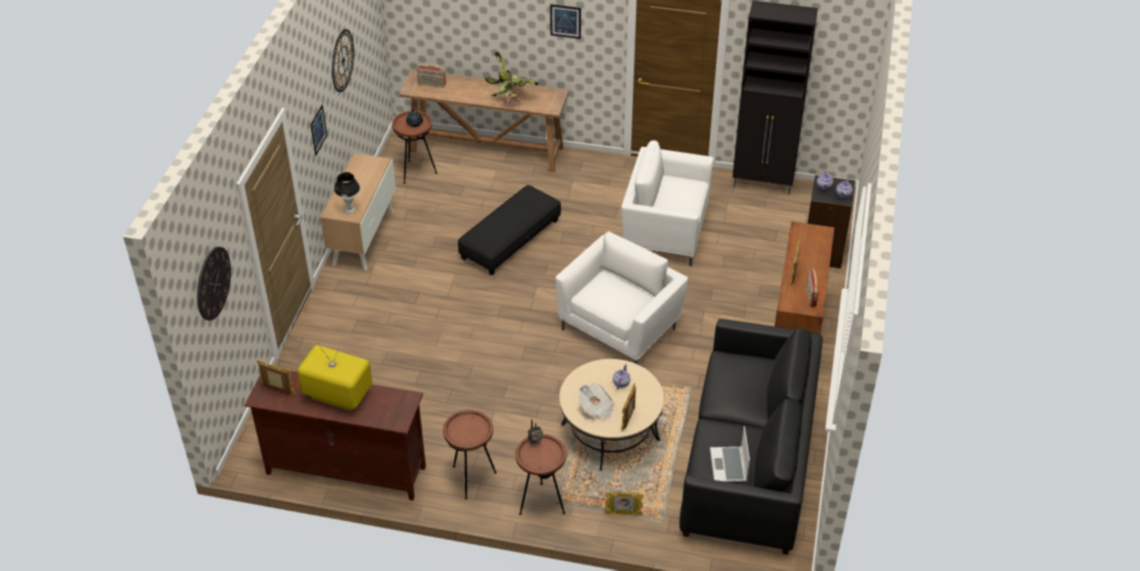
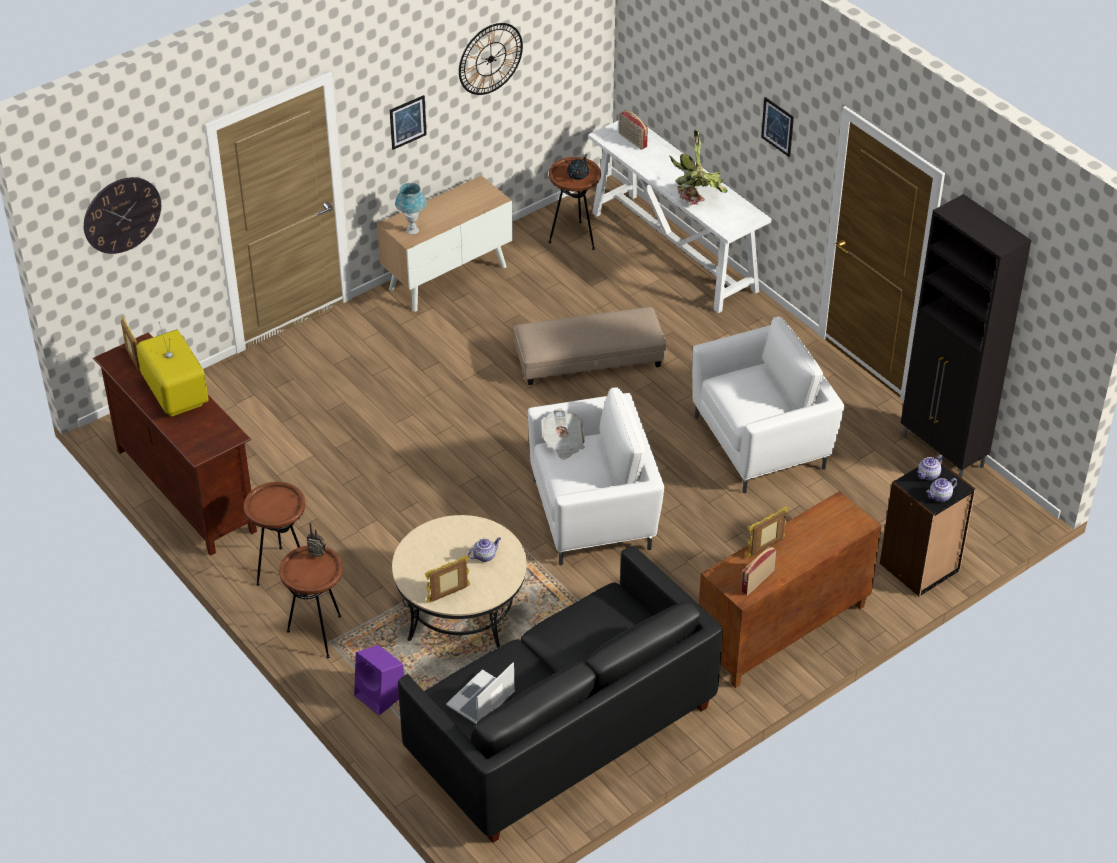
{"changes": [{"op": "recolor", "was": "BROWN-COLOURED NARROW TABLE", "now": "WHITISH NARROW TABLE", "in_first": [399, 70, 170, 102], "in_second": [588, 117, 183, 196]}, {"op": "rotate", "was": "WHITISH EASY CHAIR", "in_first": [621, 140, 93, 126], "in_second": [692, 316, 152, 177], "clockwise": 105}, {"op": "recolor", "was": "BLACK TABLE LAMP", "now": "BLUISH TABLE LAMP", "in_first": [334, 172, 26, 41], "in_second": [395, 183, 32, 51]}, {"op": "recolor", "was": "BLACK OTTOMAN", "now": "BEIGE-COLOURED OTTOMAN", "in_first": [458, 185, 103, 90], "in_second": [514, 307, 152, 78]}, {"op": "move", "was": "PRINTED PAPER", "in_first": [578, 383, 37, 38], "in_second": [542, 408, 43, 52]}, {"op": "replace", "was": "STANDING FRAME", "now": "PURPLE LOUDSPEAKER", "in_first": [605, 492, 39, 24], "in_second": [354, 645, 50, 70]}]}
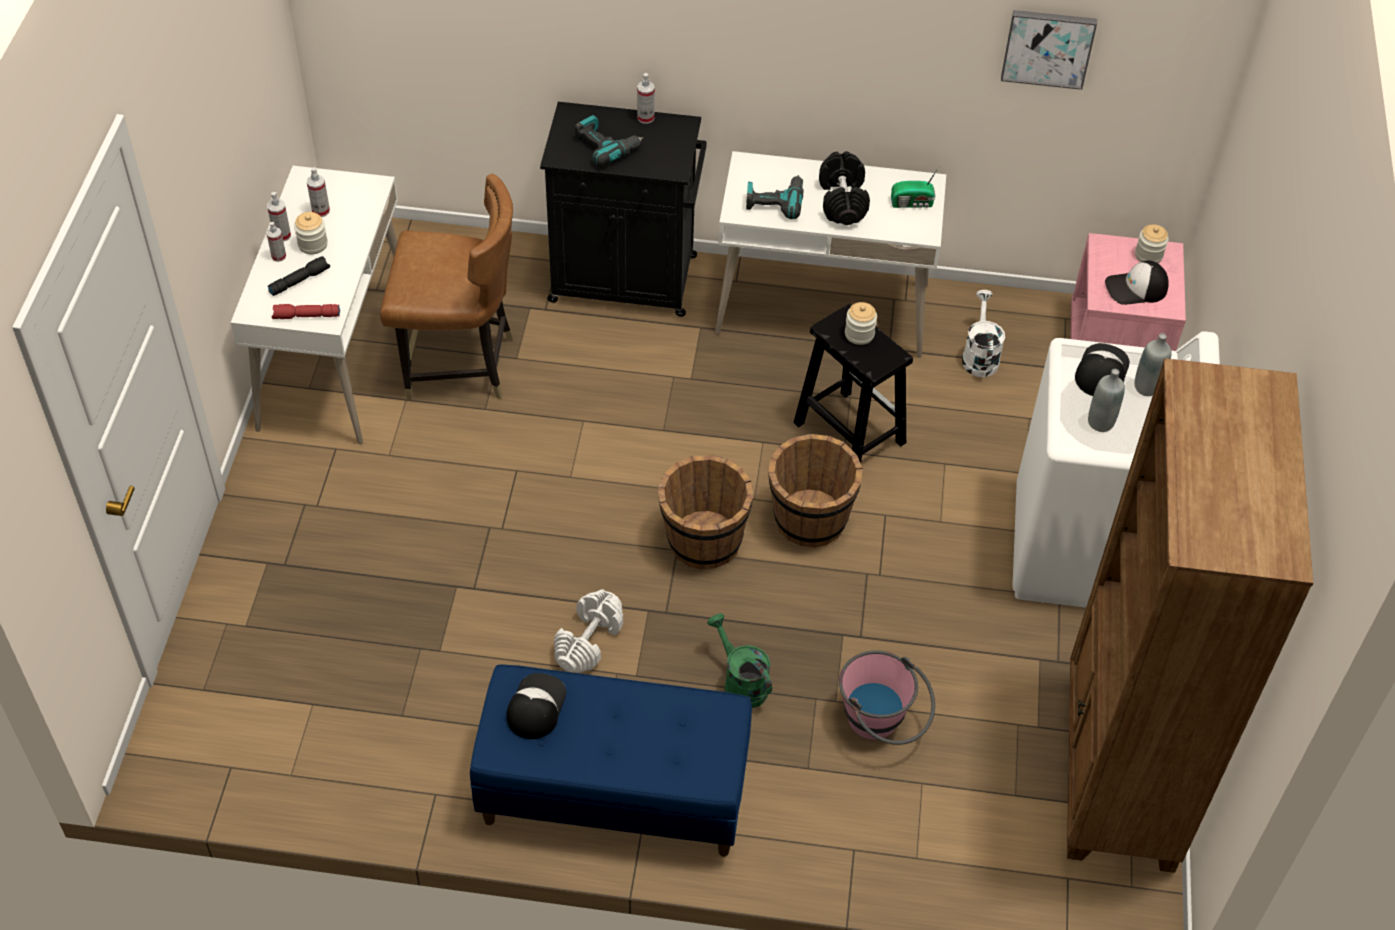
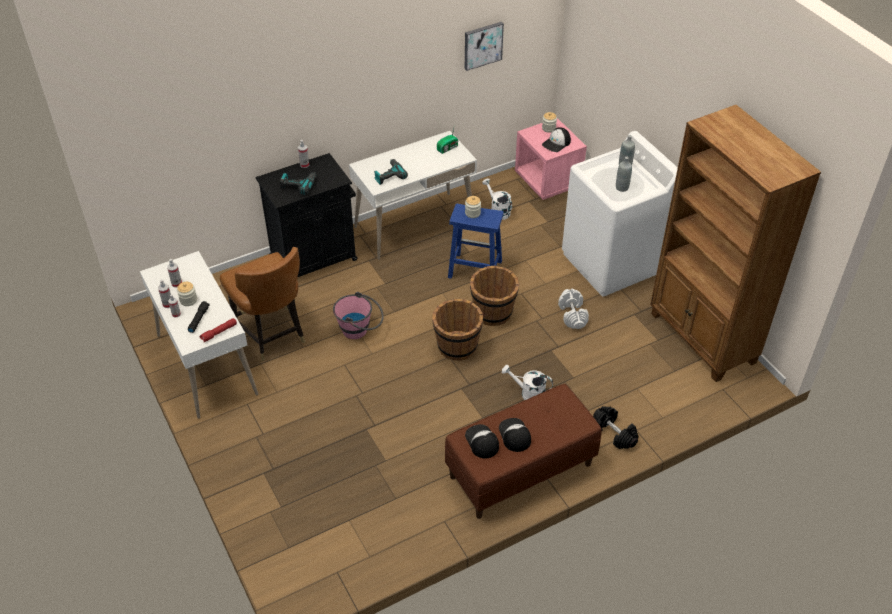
{"changes": [{"op": "move", "was": "BLACK FREE WEIGHT", "in_first": [819, 151, 51, 74], "in_second": [593, 406, 46, 43]}, {"op": "rotate", "was": "BROWN-COLOURED CHAIR", "in_first": [380, 174, 133, 226], "in_second": [220, 247, 85, 114], "clockwise": 90}, {"op": "recolor", "was": "BLACK STOOL", "now": "BLUISH STOOL", "in_first": [794, 304, 119, 159], "in_second": [448, 204, 56, 75]}, {"op": "move", "was": "PEAKED CAP", "in_first": [1075, 343, 55, 53], "in_second": [499, 418, 32, 34]}, {"op": "move", "was": "WHITISH FREE WEIGHT", "in_first": [554, 589, 69, 84], "in_second": [558, 289, 31, 40]}, {"op": "recolor", "was": "GREEN WATERING POT", "now": "WHITISH WATERING POT", "in_first": [707, 613, 65, 95], "in_second": [502, 365, 51, 35]}, {"op": "move", "was": "PINKISH WATER BUCKET", "in_first": [839, 650, 96, 95], "in_second": [333, 292, 51, 47]}, {"op": "recolor", "was": "BLUISH INDOOR BENCH", "now": "BROWN-COLOURED INDOOR BENCH", "in_first": [470, 664, 282, 193], "in_second": [445, 384, 157, 135]}]}
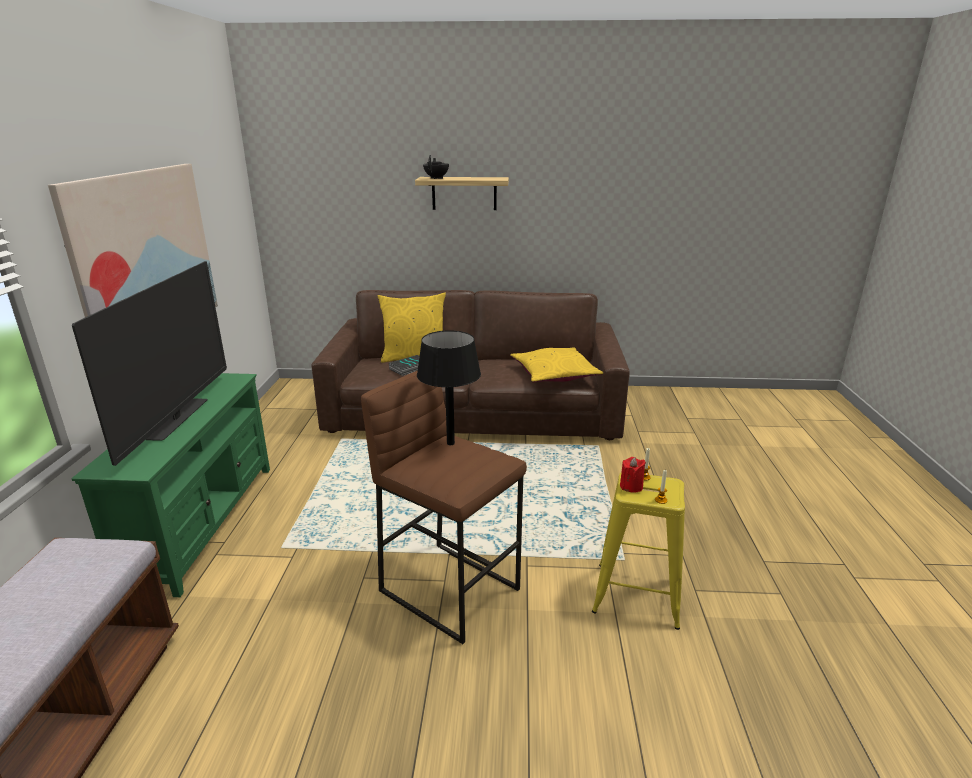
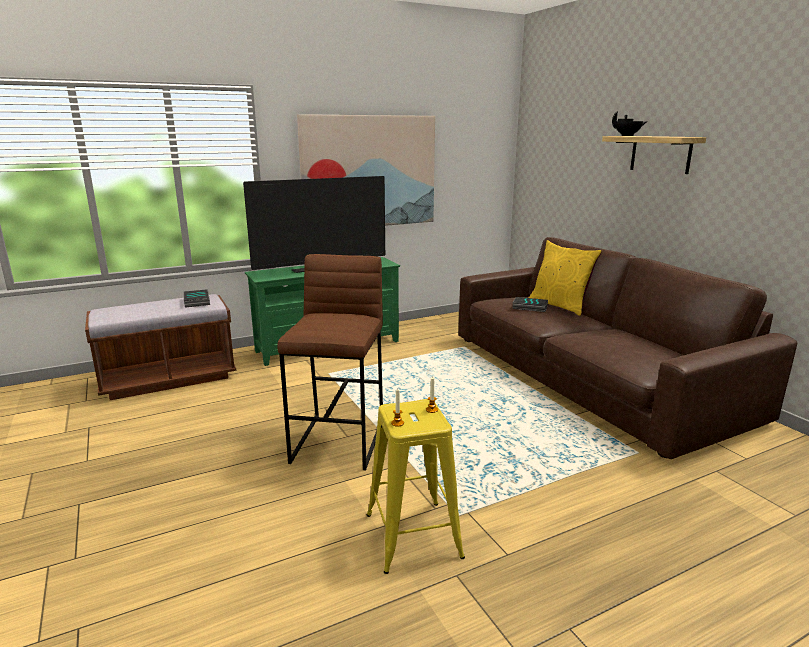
{"changes": [{"op": "delete", "was": "BLACK TABLE LAMP", "in_first": [417, 330, 64, 115]}, {"op": "delete", "was": "YELLOW CUSHION", "in_first": [510, 347, 93, 36]}, {"op": "delete", "was": "RED CANDLE", "in_first": [620, 457, 26, 36]}, {"op": "insert", "now": "BOOK", "in_second": [184, 289, 26, 19]}]}
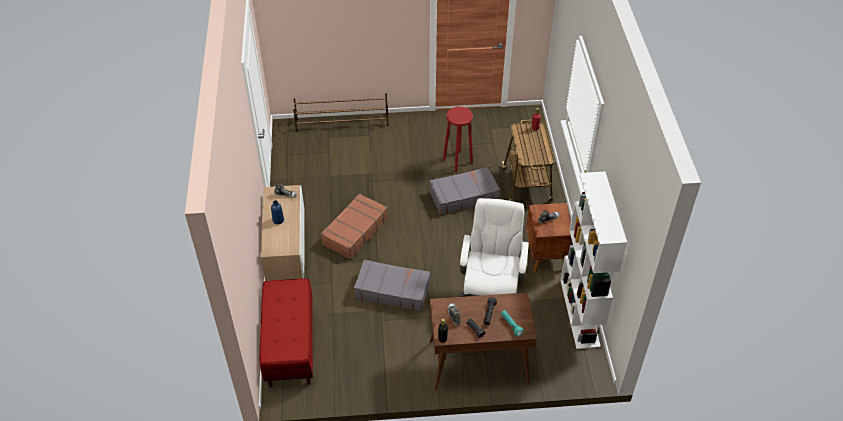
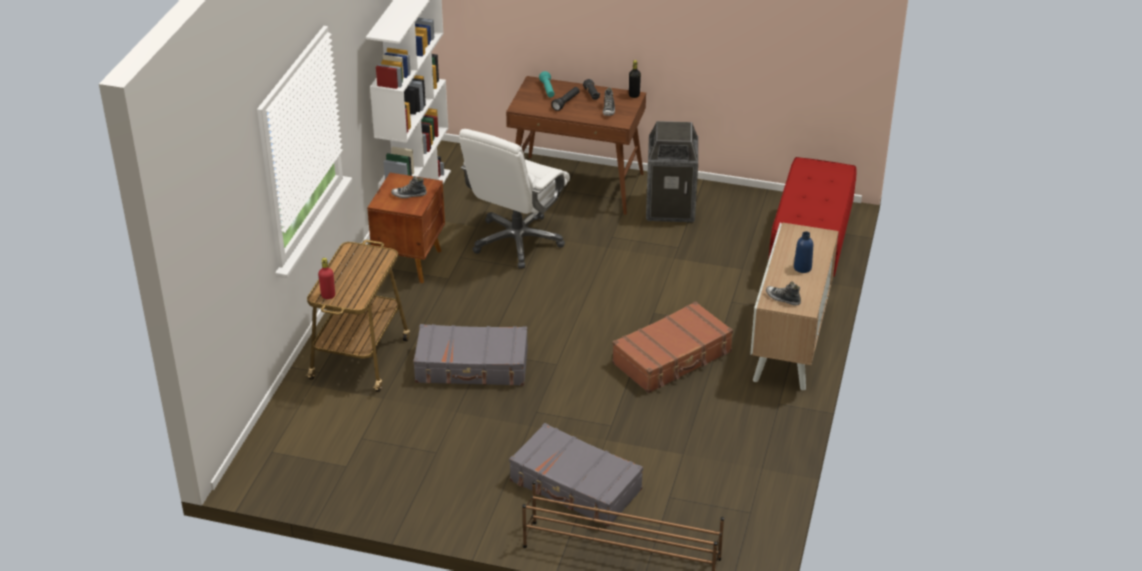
{"changes": [{"op": "delete", "was": "RED STOOL", "in_first": [443, 107, 30, 65]}, {"op": "move", "was": "GREYISH SUITCASE", "in_first": [354, 260, 76, 51], "in_second": [509, 423, 134, 104]}, {"op": "insert", "now": "TRASH CAN", "in_second": [646, 121, 52, 101]}]}
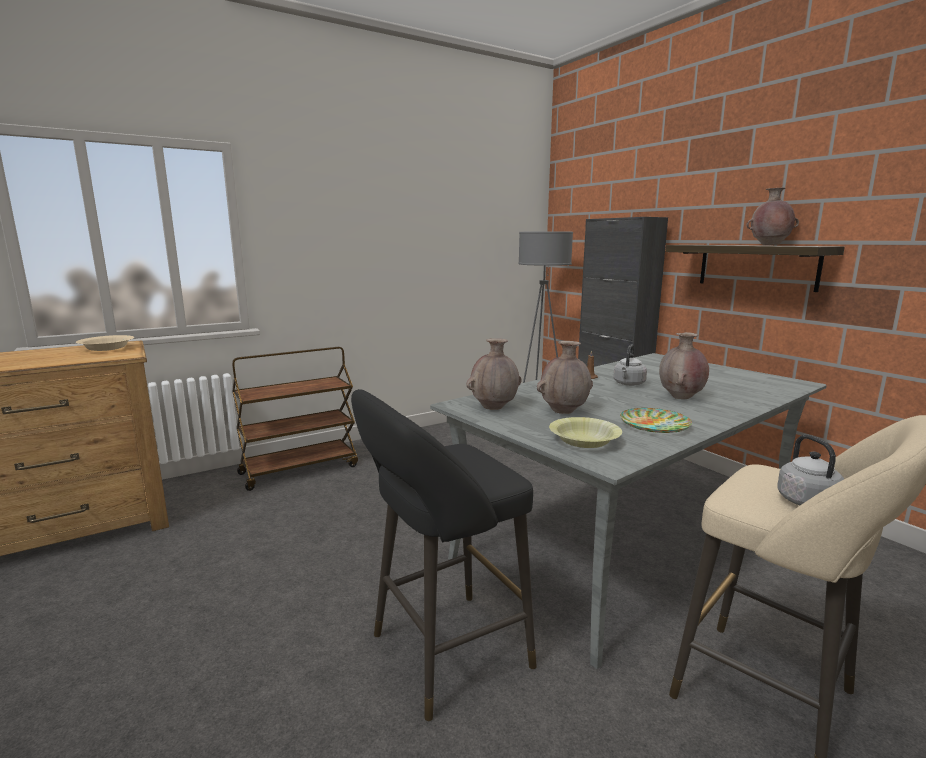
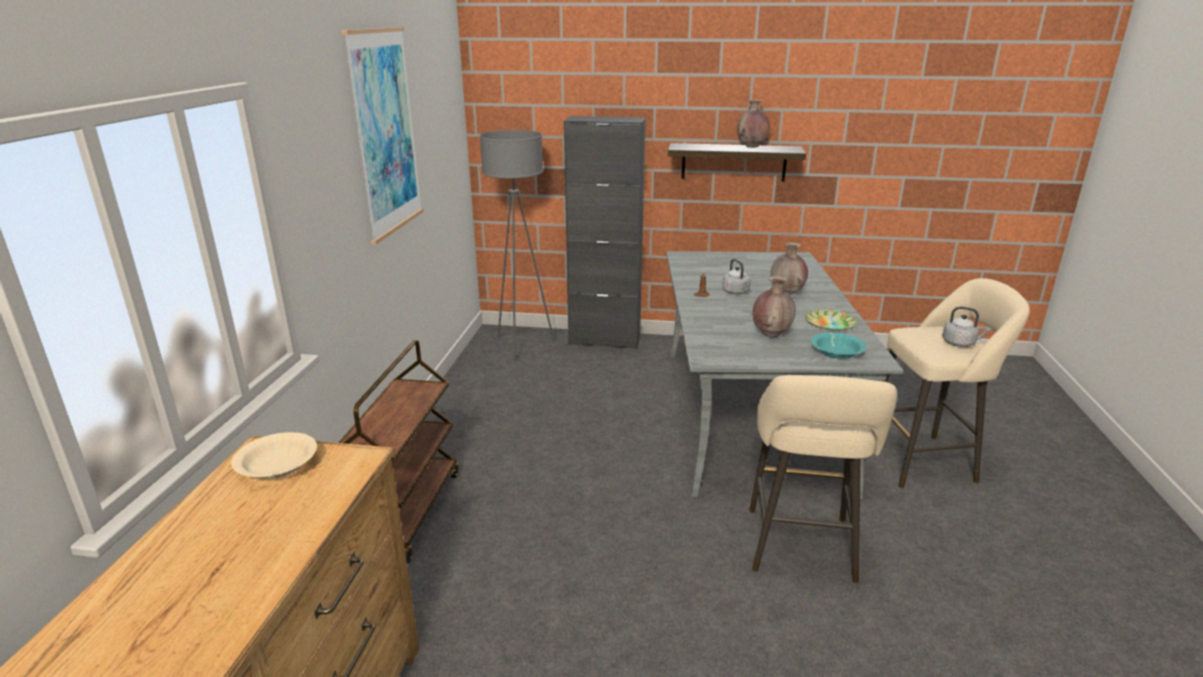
{"changes": [{"op": "delete", "was": "BROWN-COLOURED VASE", "in_first": [466, 338, 56, 72]}, {"op": "recolor", "was": "BLACK STOOL", "now": "BEIGE-COLOURED STOOL", "in_first": [351, 389, 186, 332], "in_second": [749, 375, 148, 208]}, {"op": "recolor", "was": "YELLOW SERVING BOWL", "now": "TURQUOISE SERVING BOWL", "in_first": [549, 417, 73, 31], "in_second": [811, 333, 56, 26]}, {"op": "insert", "now": "WALL PICTURE", "in_second": [341, 27, 83, 218]}]}
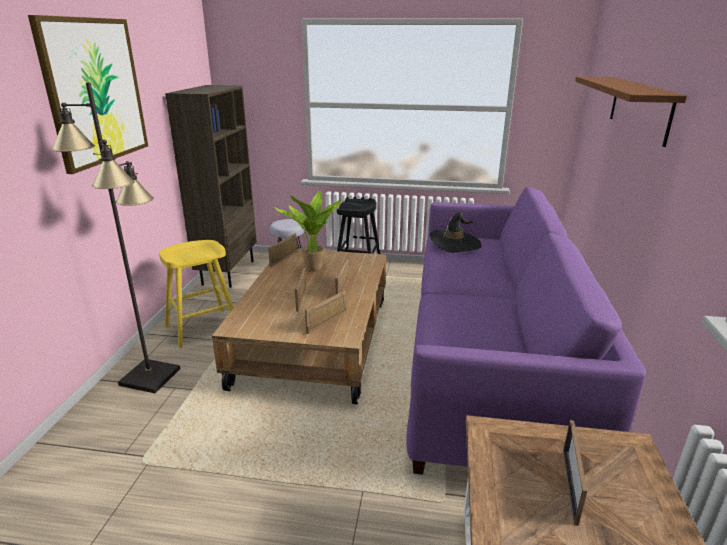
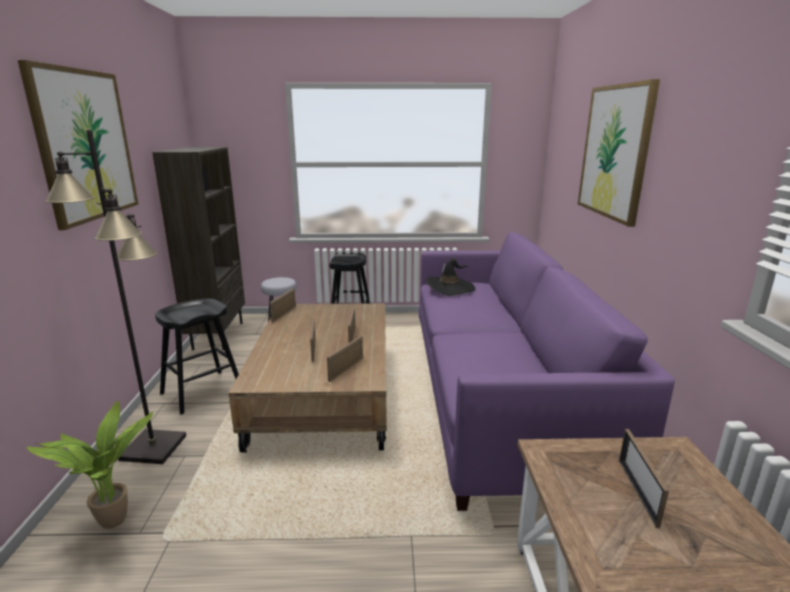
{"changes": [{"op": "replace", "was": "BROWN-COLOURED WALL SHELF", "now": "WALL PICTURE", "in_first": [575, 77, 112, 70], "in_second": [578, 79, 82, 148]}, {"op": "move", "was": "PLANT IN A POT", "in_first": [275, 190, 66, 81], "in_second": [27, 401, 126, 128]}, {"op": "recolor", "was": "YELLOW STOOL", "now": "BLACK STOOL", "in_first": [159, 240, 75, 108], "in_second": [155, 299, 84, 116]}]}
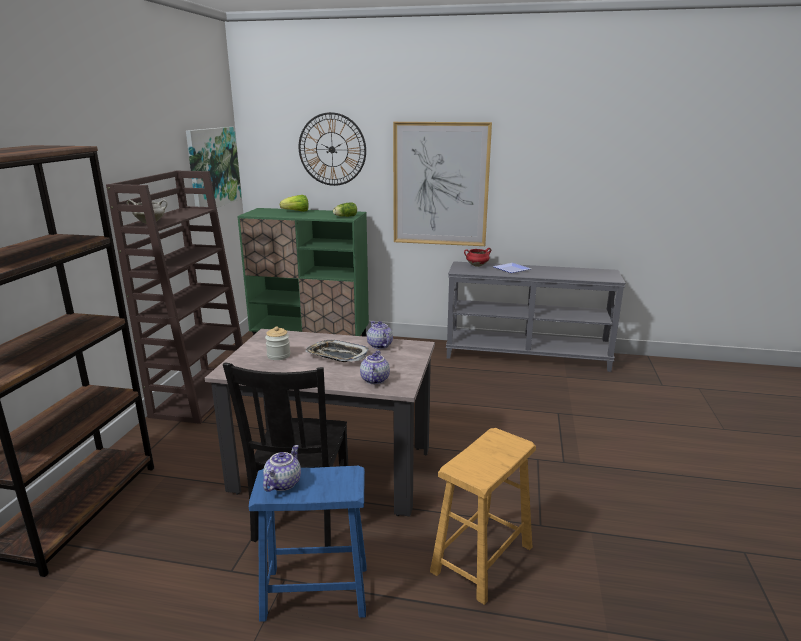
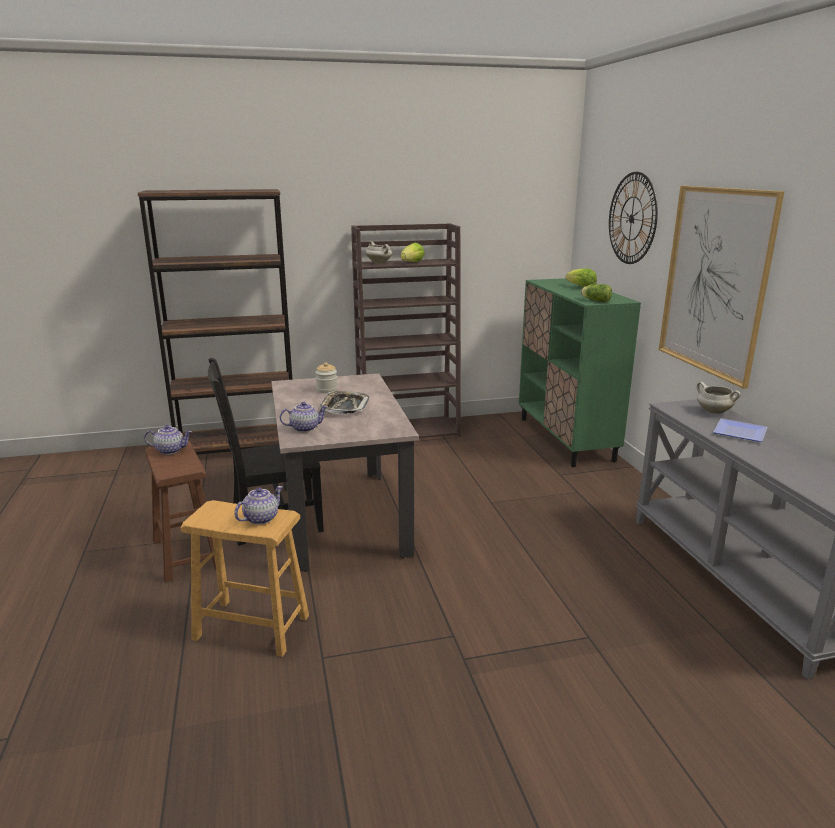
{"changes": [{"op": "delete", "was": "WALL PICTURE", "in_first": [186, 127, 56, 81]}, {"op": "recolor", "was": "RED SAUCEPOT", "now": "WHITISH SAUCEPOT", "in_first": [464, 248, 27, 19], "in_second": [697, 382, 44, 32]}, {"op": "move", "was": "TEAPOT", "in_first": [367, 321, 26, 28], "in_second": [234, 486, 49, 39]}, {"op": "recolor", "was": "BLUISH STOOL", "now": "BROWN-COLOURED STOOL", "in_first": [249, 466, 118, 156], "in_second": [145, 441, 71, 142]}, {"op": "insert", "now": "LETTUCE HEAD", "in_second": [400, 242, 25, 20]}]}
